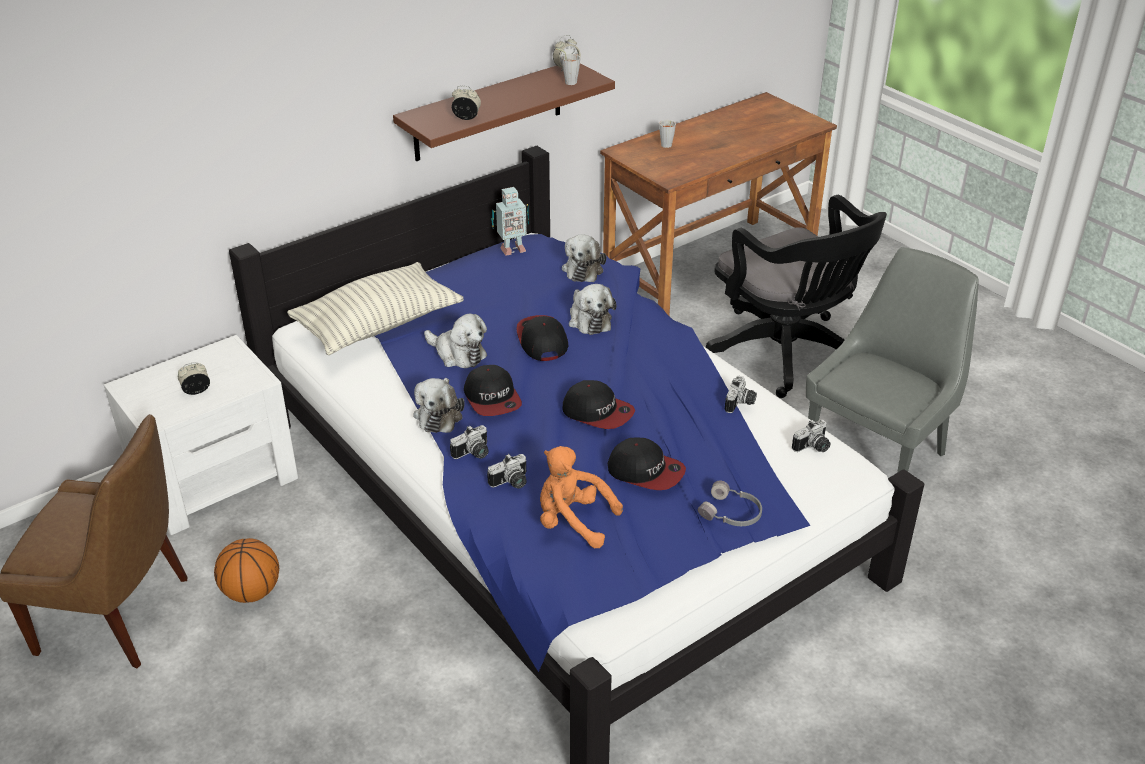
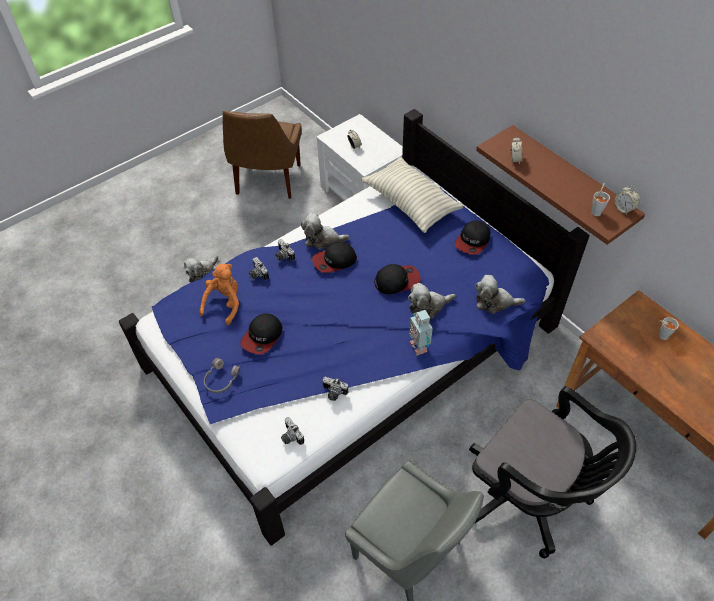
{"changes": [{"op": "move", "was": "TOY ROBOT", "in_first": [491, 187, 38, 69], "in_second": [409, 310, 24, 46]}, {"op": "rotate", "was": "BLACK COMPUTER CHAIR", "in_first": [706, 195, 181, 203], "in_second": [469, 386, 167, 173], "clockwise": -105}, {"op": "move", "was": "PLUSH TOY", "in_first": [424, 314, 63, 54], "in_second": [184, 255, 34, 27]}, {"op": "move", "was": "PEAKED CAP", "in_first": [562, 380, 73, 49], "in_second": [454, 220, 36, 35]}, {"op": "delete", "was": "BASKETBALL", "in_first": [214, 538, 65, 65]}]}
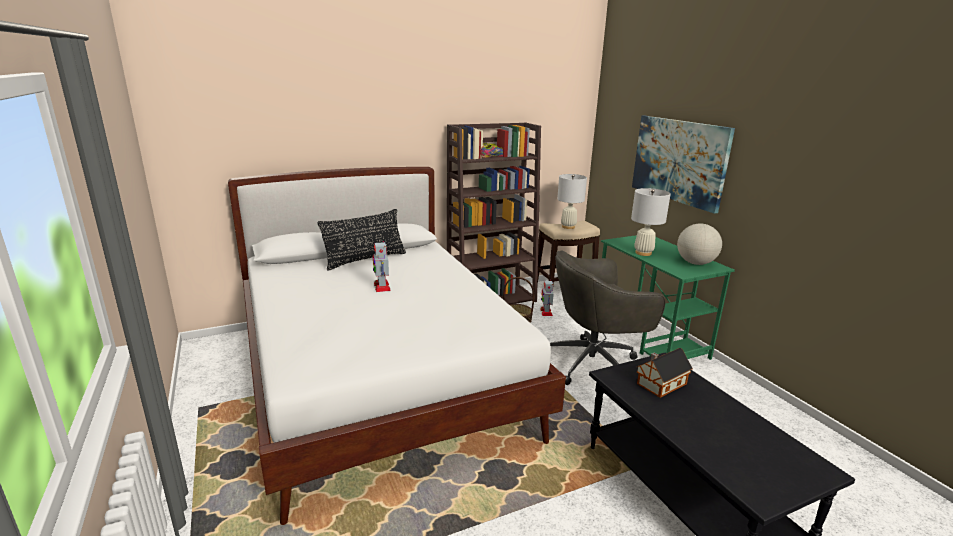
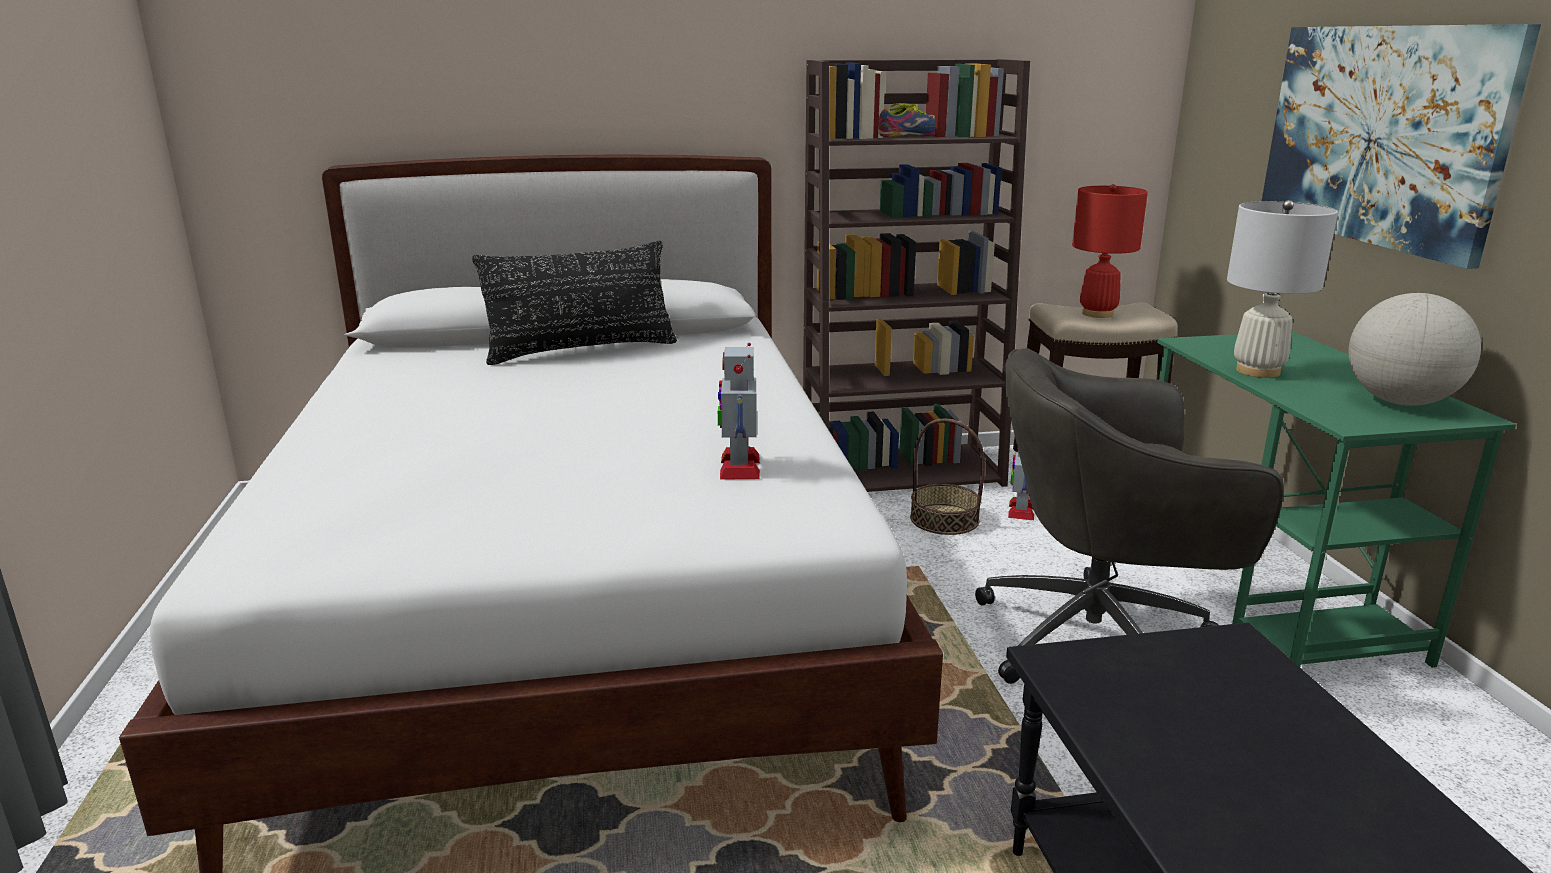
{"changes": [{"op": "recolor", "was": "WHITISH TABLE LAMP", "now": "RED TABLE LAMP", "in_first": [557, 174, 30, 55], "in_second": [1072, 184, 76, 134]}, {"op": "move", "was": "TOY ROBOT", "in_first": [372, 241, 19, 51], "in_second": [718, 343, 42, 137]}, {"op": "delete", "was": "MODEL HOUSE", "in_first": [637, 348, 56, 50]}]}
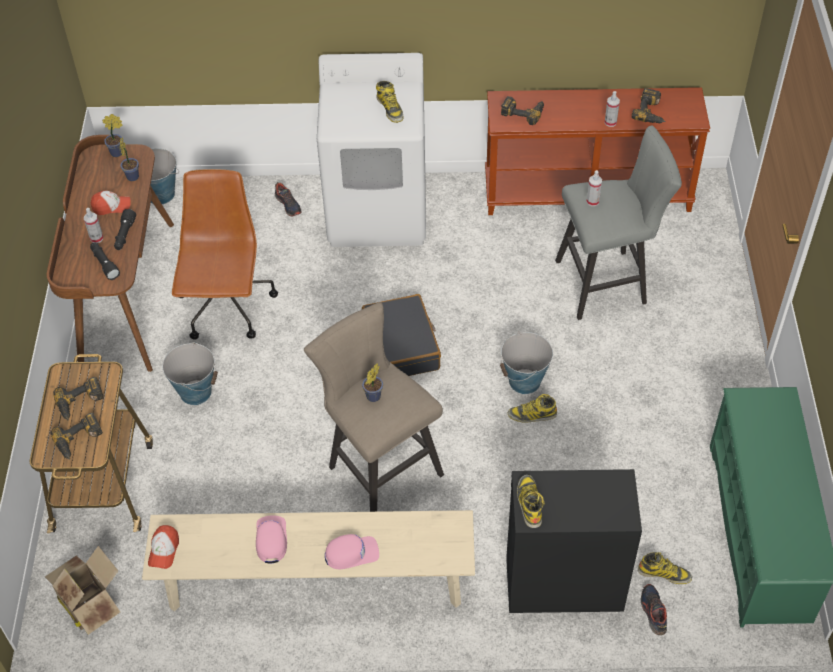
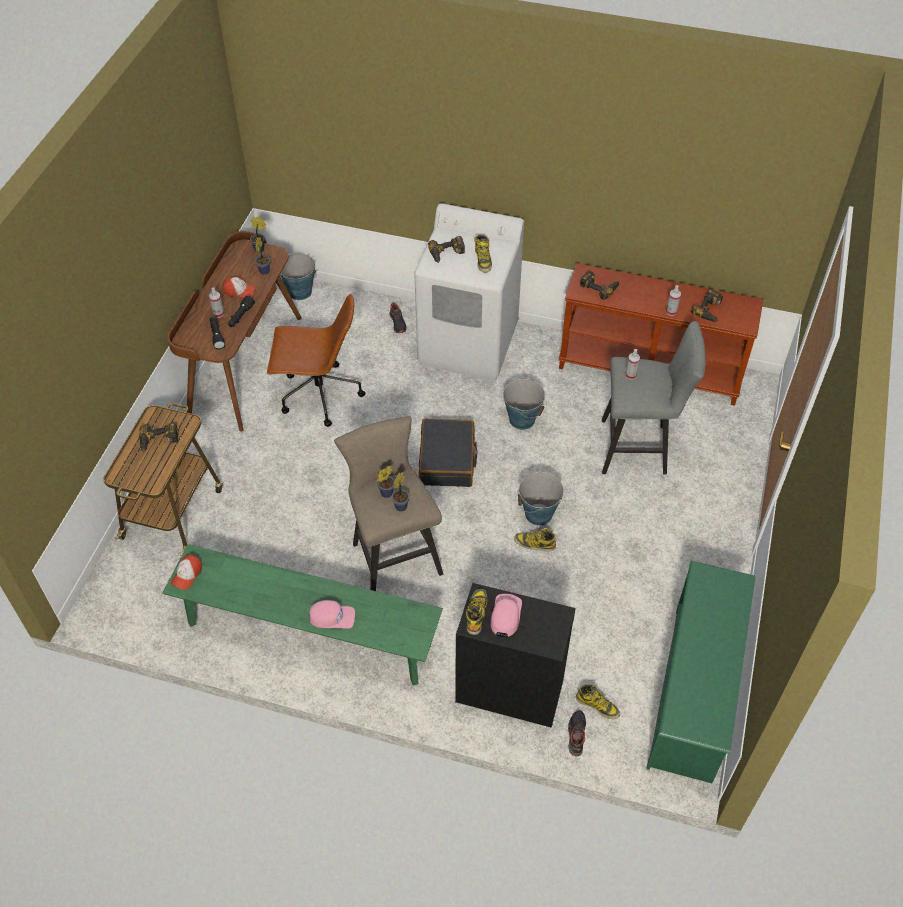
{"changes": [{"op": "rotate", "was": "BROWN-COLOURED COMPUTER CHAIR", "in_first": [172, 169, 106, 171], "in_second": [267, 294, 98, 133], "clockwise": 75}, {"op": "move", "was": "WATER BUCKET", "in_first": [162, 342, 56, 63], "in_second": [503, 379, 42, 51]}, {"op": "move", "was": "ELECTRIC DRILL", "in_first": [50, 413, 53, 47], "in_second": [428, 236, 37, 27]}, {"op": "recolor", "was": "BEIGE-COLOURED INDOOR BENCH", "now": "GREEN INDOOR BENCH", "in_first": [142, 510, 333, 101], "in_second": [163, 544, 280, 142]}, {"op": "move", "was": "PINKISH PEAKED CAP", "in_first": [256, 515, 31, 48], "in_second": [490, 594, 32, 43]}, {"op": "delete", "was": "PACKING BOX", "in_first": [45, 546, 75, 89]}, {"op": "insert", "now": "PLANT IN A POT", "in_second": [392, 472, 18, 40]}]}
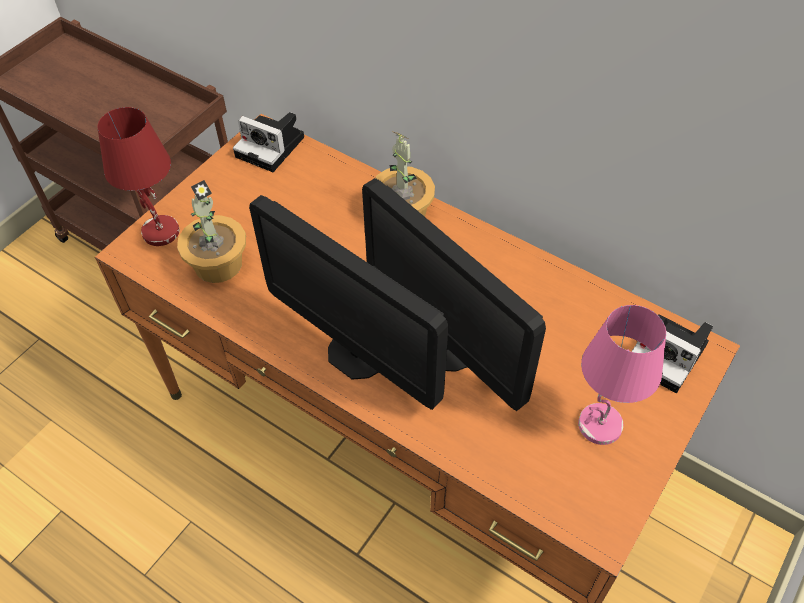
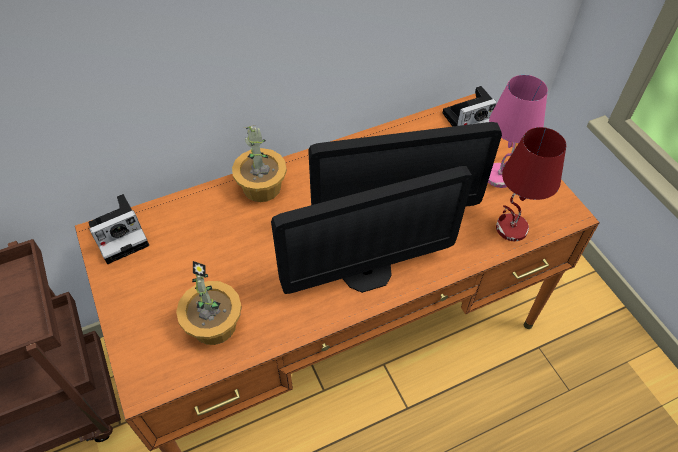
{"changes": [{"op": "move", "was": "RED TABLE LAMP", "in_first": [98, 107, 82, 139], "in_second": [496, 127, 70, 114]}]}
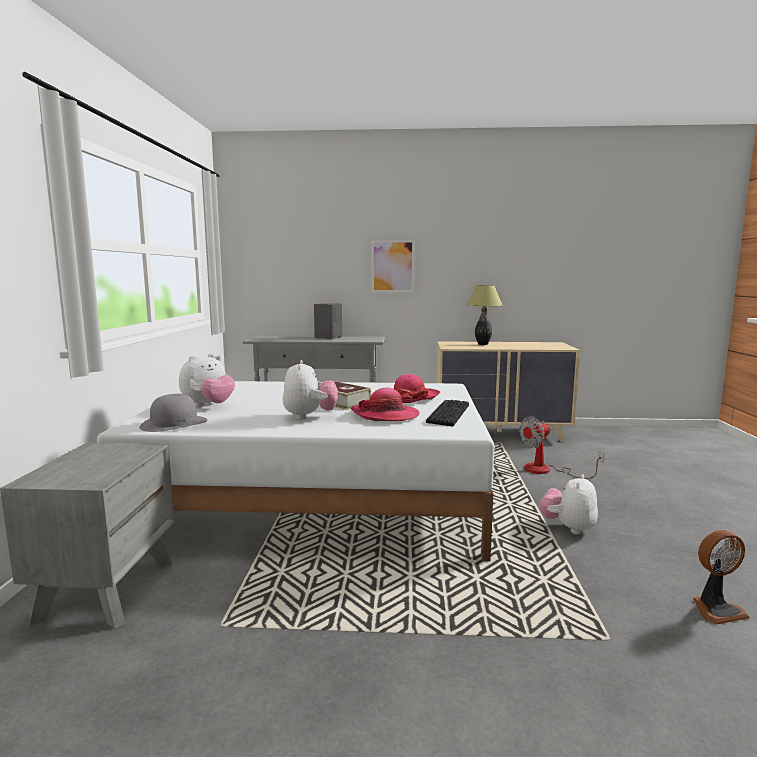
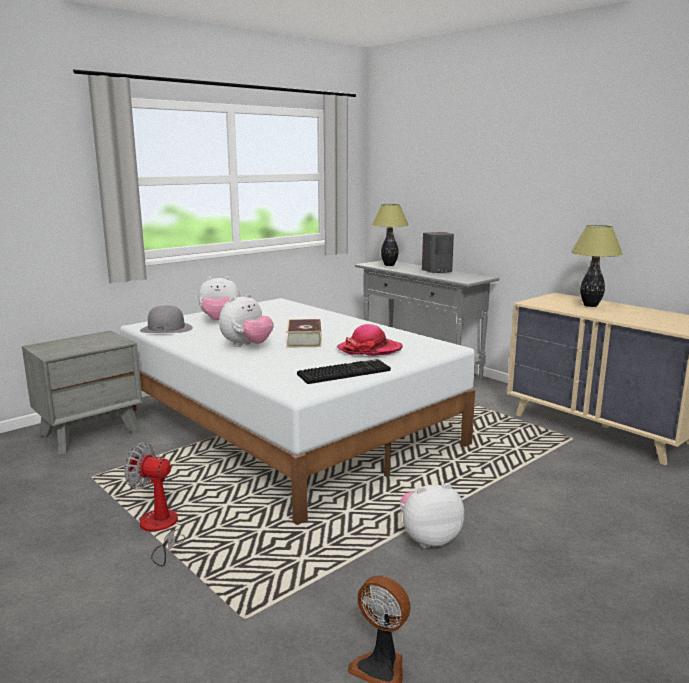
{"changes": [{"op": "delete", "was": "WALL PICTURE", "in_first": [371, 240, 44, 53]}, {"op": "delete", "was": "CLOTHING HAT", "in_first": [351, 387, 68, 34]}, {"op": "move", "was": "FAN", "in_first": [519, 416, 85, 63], "in_second": [124, 442, 61, 124]}, {"op": "insert", "now": "TABLE LAMP", "in_second": [372, 204, 37, 62]}]}
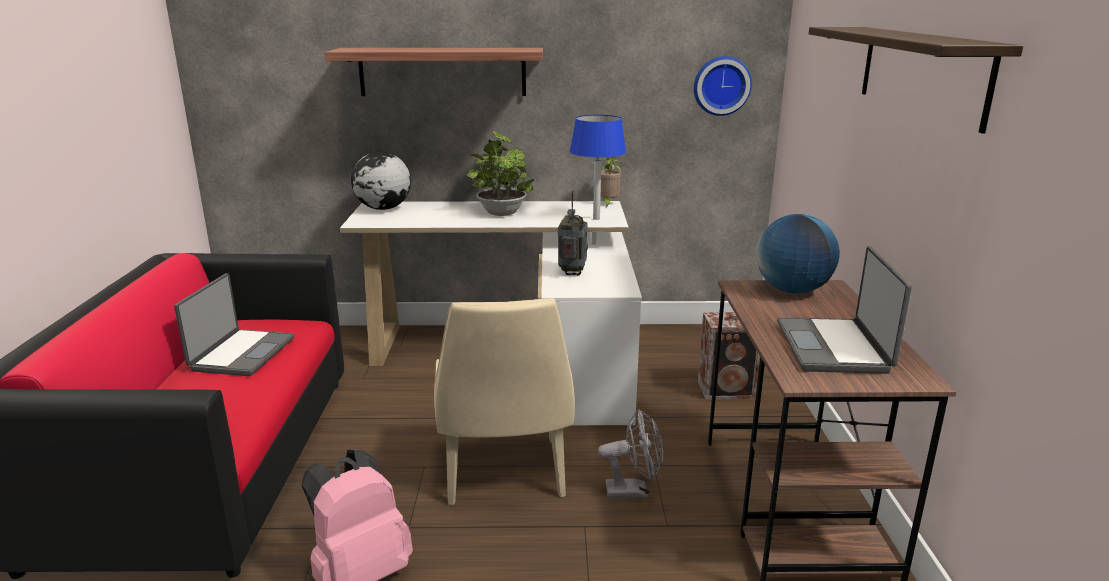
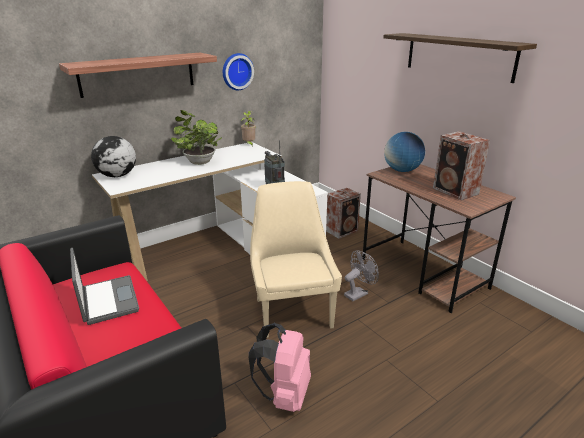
{"changes": [{"op": "move", "was": "WALL CLOCK", "in_first": [694, 56, 58, 60], "in_second": [223, 53, 31, 37]}, {"op": "delete", "was": "BLUISH TABLE LAMP", "in_first": [570, 115, 56, 105]}, {"op": "replace", "was": "NOTEBOOK COMPUTER", "now": "LOUDSPEAKER", "in_first": [777, 247, 135, 127], "in_second": [433, 131, 57, 69]}, {"op": "rotate", "was": "BEIGE-COLOURED CHAIR", "in_first": [434, 298, 141, 207], "in_second": [250, 181, 92, 157], "clockwise": -150}]}
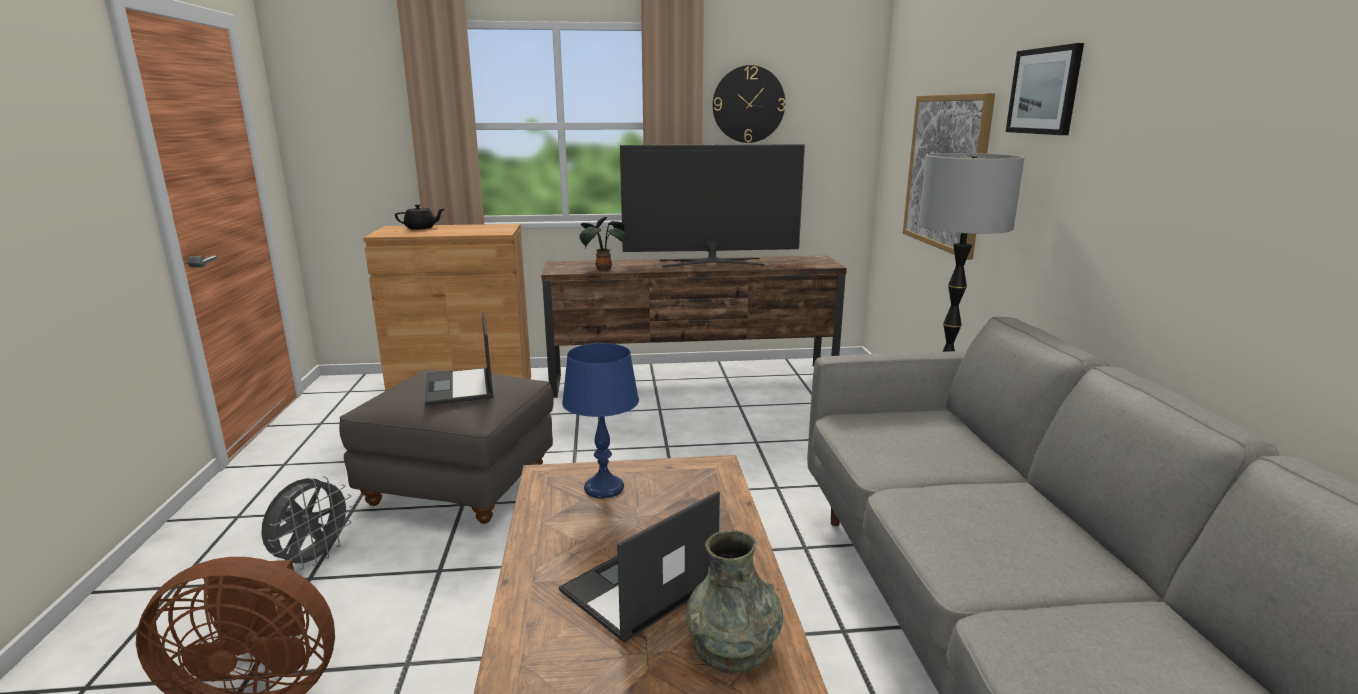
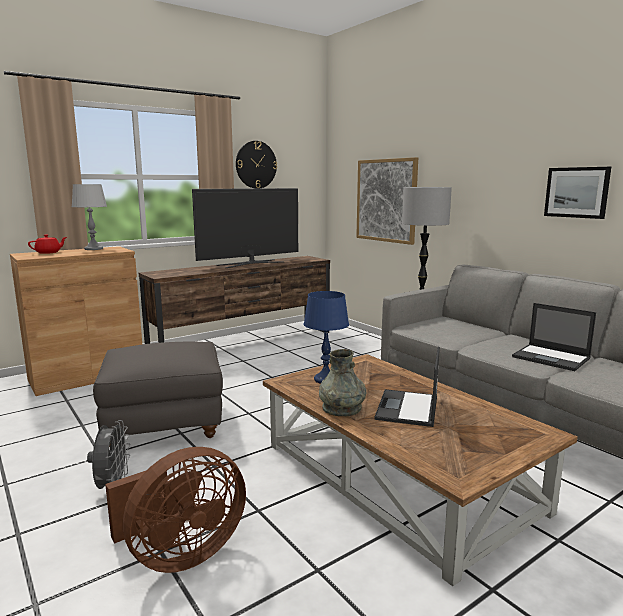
{"changes": [{"op": "move", "was": "WALL PICTURE", "in_first": [1006, 43, 78, 92], "in_second": [544, 167, 67, 52]}, {"op": "recolor", "was": "BLACK TEAPOT", "now": "RED TEAPOT", "in_first": [395, 204, 49, 26], "in_second": [28, 234, 39, 20]}, {"op": "delete", "was": "PLANT IN A POT", "in_first": [579, 217, 47, 54]}, {"op": "move", "was": "NOTEBOOK COMPUTER", "in_first": [425, 312, 69, 94], "in_second": [512, 303, 84, 68]}, {"op": "move", "was": "GREYISH VASE", "in_first": [686, 530, 97, 144], "in_second": [319, 349, 47, 67]}, {"op": "insert", "now": "GREYISH TABLE LAMP", "in_second": [72, 184, 35, 66]}]}
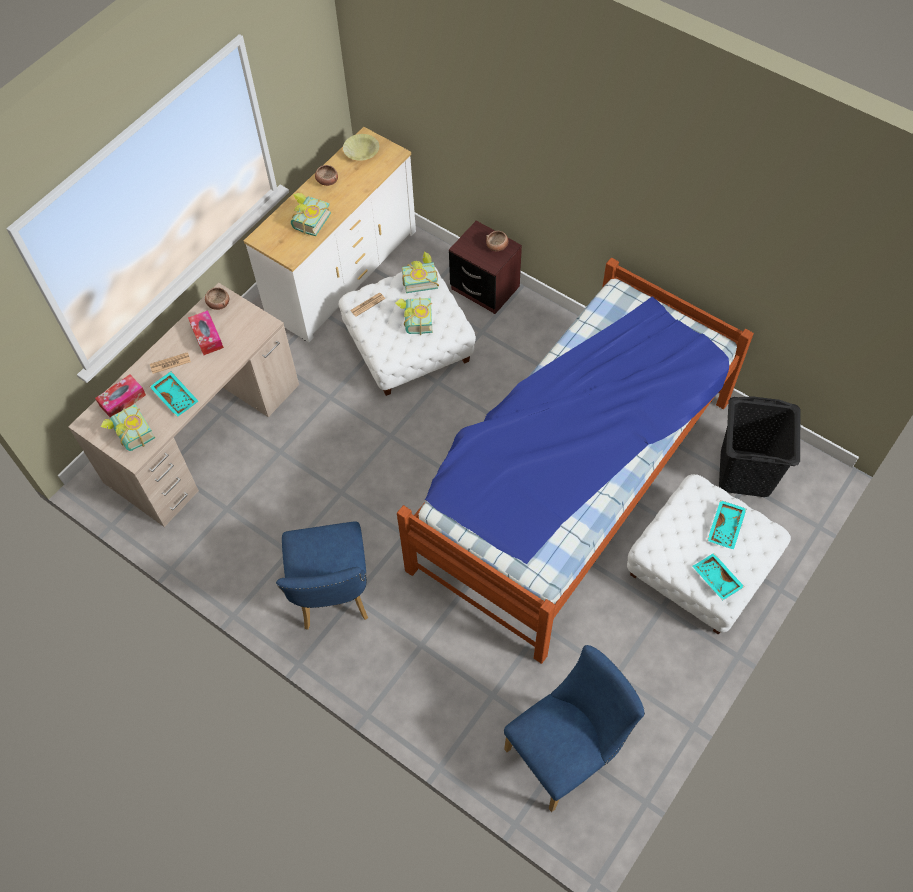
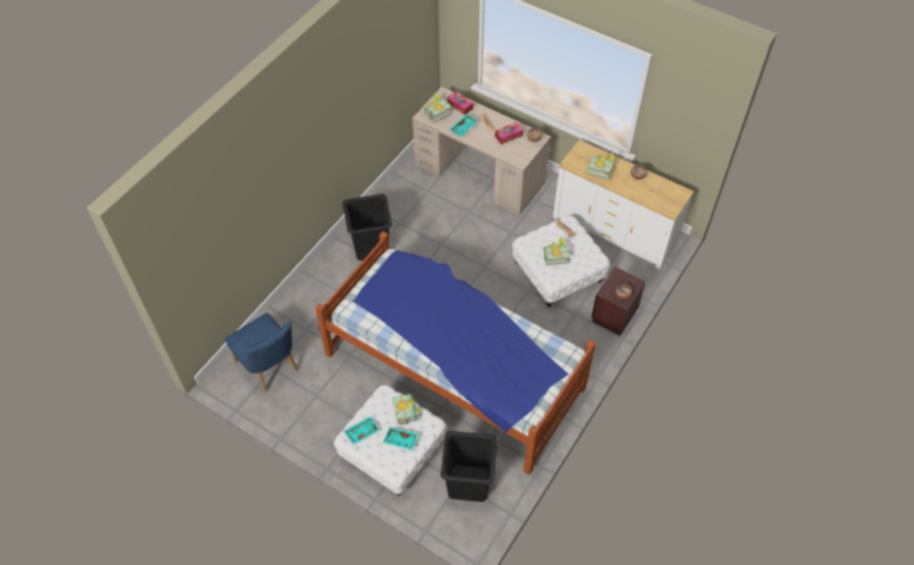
{"changes": [{"op": "delete", "was": "YELLOW SERVING BOWL", "in_first": [343, 134, 36, 27]}, {"op": "move", "was": "BOOK", "in_first": [402, 251, 37, 42], "in_second": [392, 394, 30, 31]}, {"op": "replace", "was": "BLUISH CHAIR", "now": "BLACK HAMPER", "in_first": [276, 521, 92, 109], "in_second": [342, 194, 50, 67]}]}
